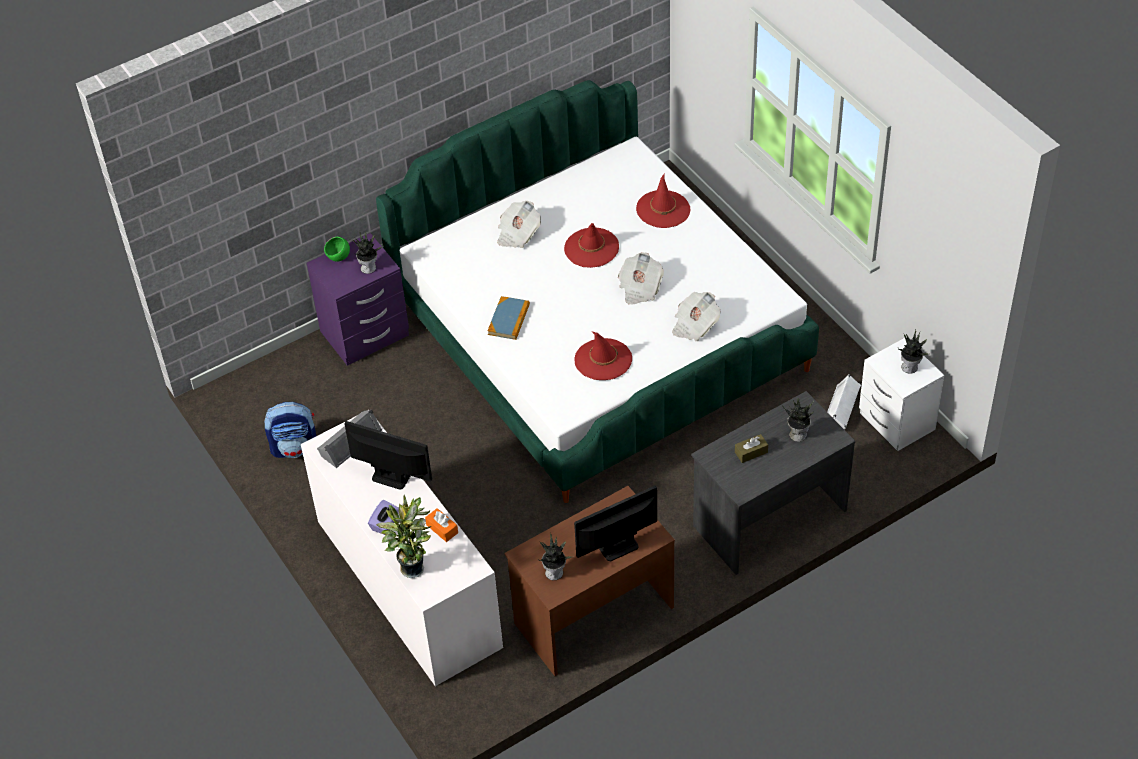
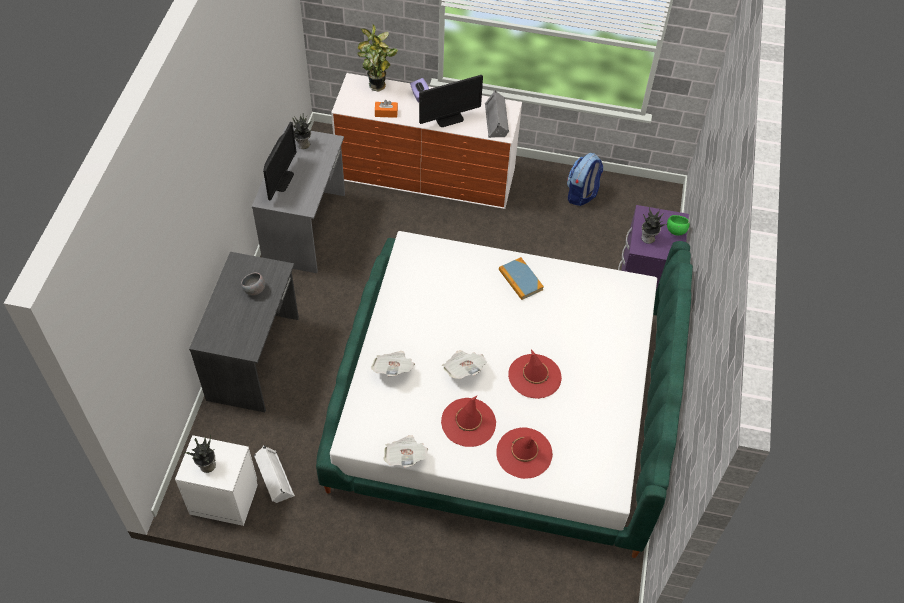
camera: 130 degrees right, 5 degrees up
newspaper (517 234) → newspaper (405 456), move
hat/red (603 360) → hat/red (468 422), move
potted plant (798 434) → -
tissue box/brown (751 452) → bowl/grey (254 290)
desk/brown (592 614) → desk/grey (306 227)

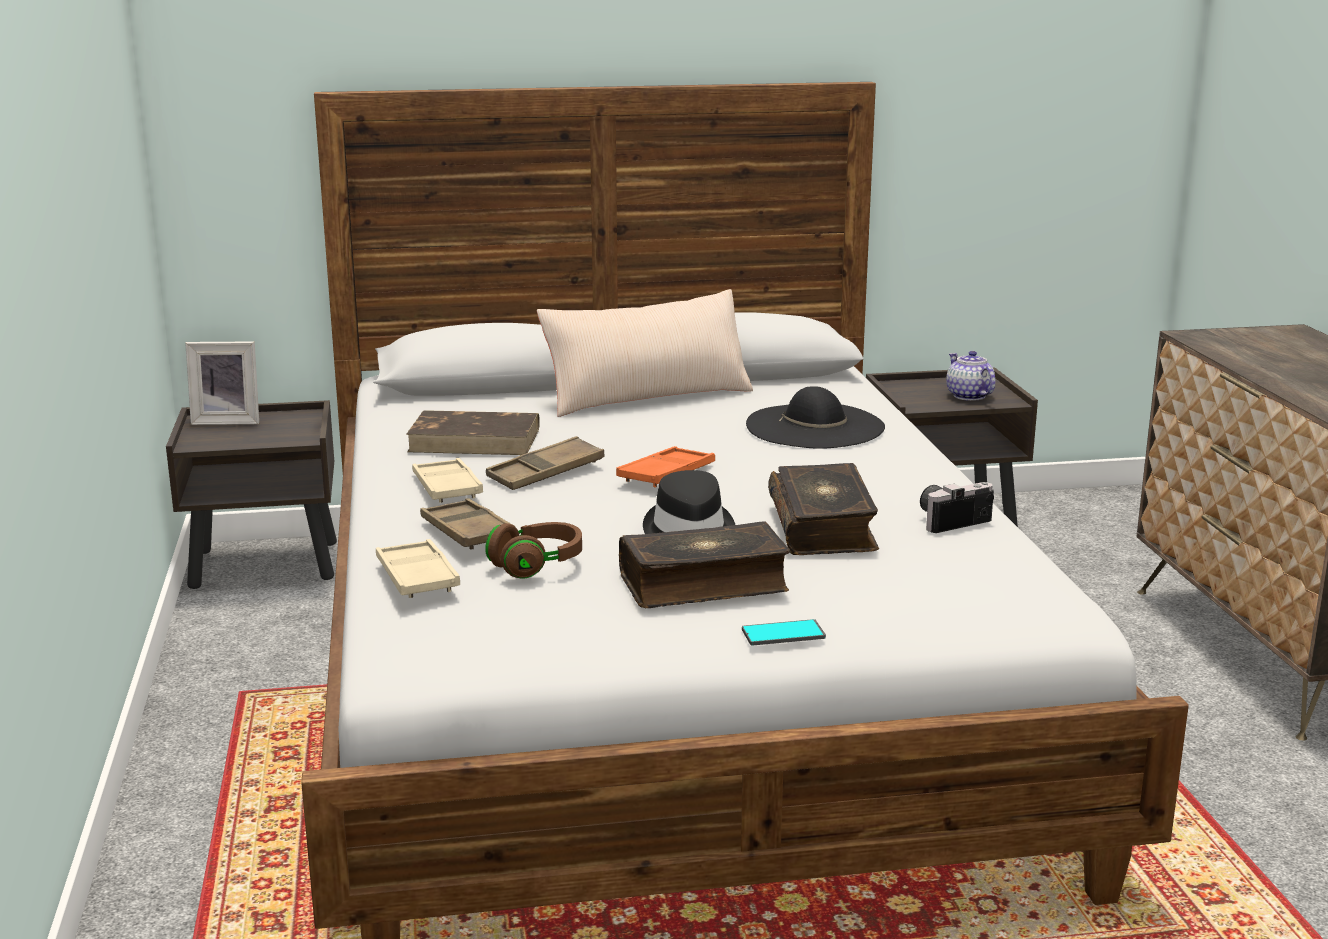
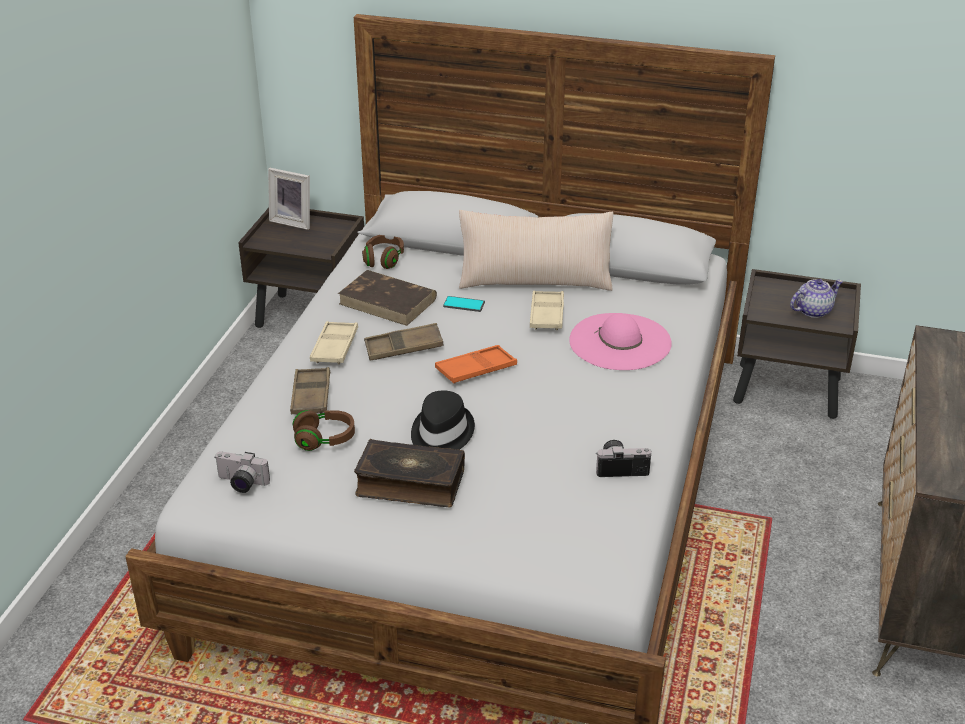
camera: 25 degrees right, 15 degrees up
teapot (968 396) → teapot (813 310), 60 degrees clockwise
hat/black (815 426) → hat/pink (620 342)
book (824 527) → -
tray/beige (417 577) → tray/beige (546 314), move
phone (783 634) → phone (464 304), move
- → headphones/brown (384 259)
- → photo camera (241 484)

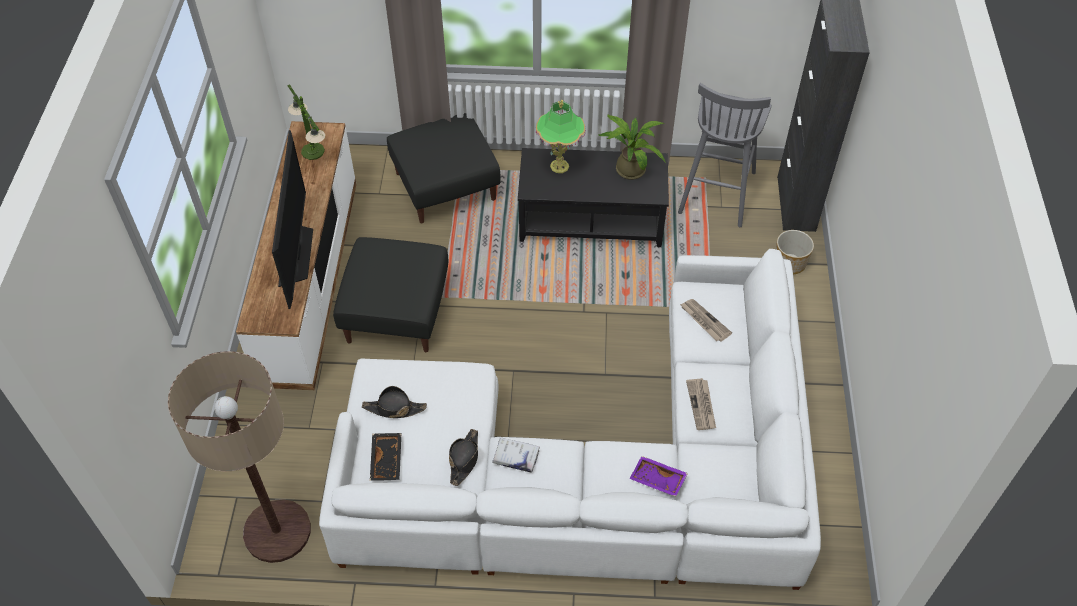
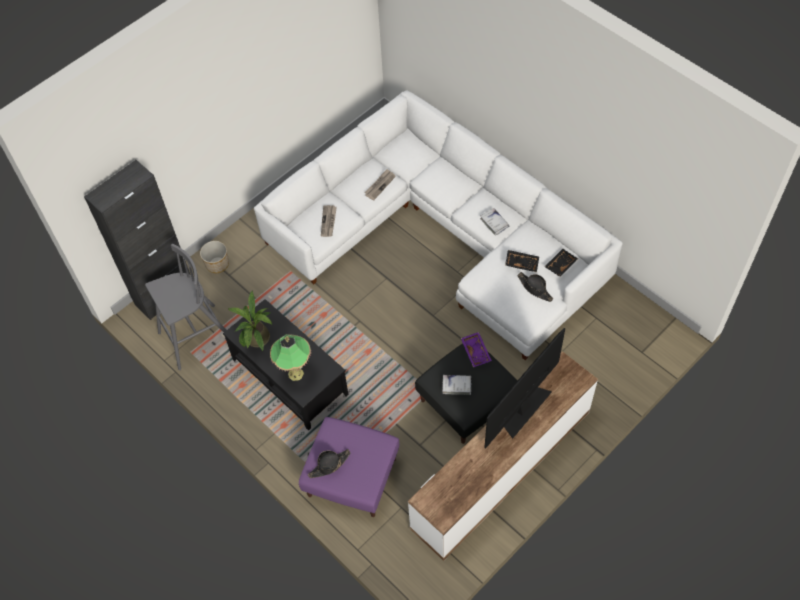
camera: 135 degrees left, 5 degrees up
table lamp (313 152) → -
ottoman/black (446 185) → ottoman/purple (351 477)
floor lamp (277 531) → -
hat/black (464 459) → hat/black (329 465), move
tray/purple (657 480) → tray/purple (476 351), move
- → tray/black (522 263)
- → book/white (457 386)

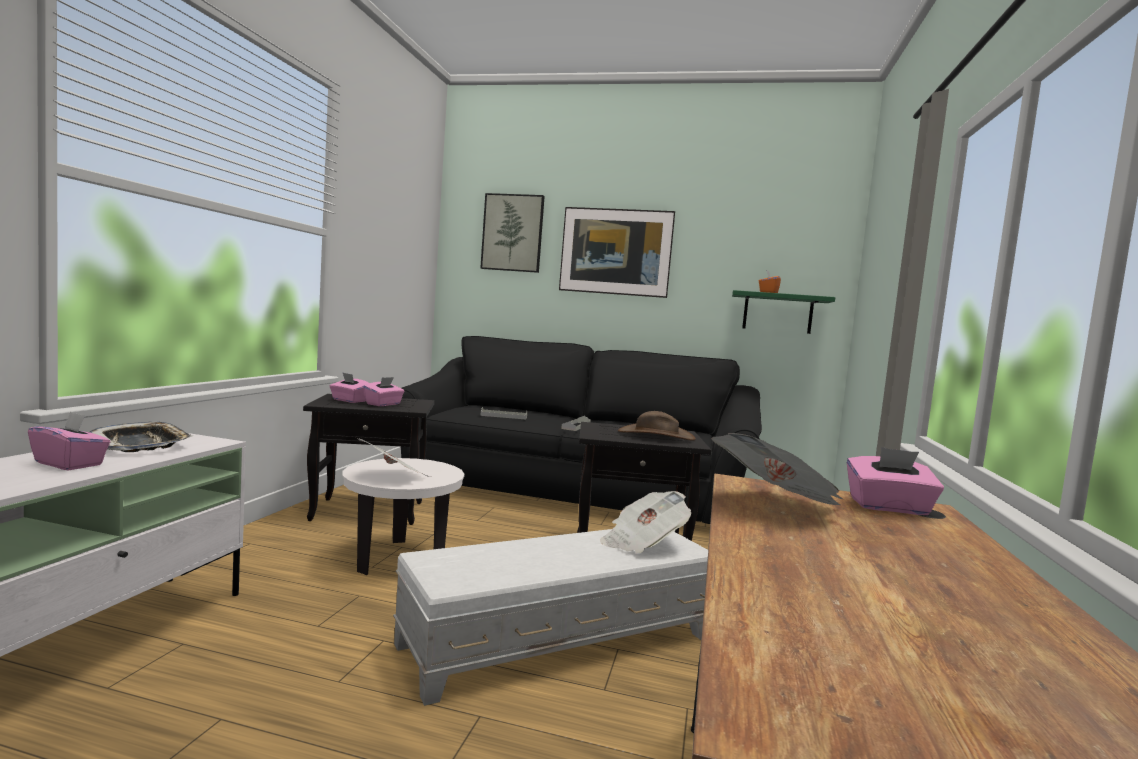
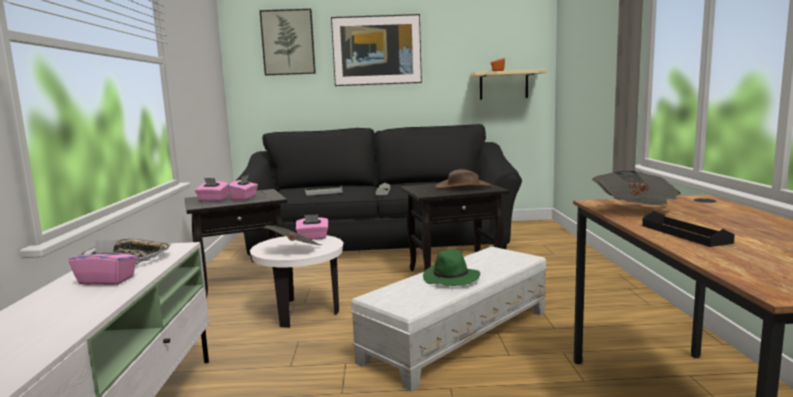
camera: 15 degrees left, 5 degrees up
shelf/green (777 313) → shelf/beige (503 85)
tissue box/pink (889 507) → tissue box/pink (313 238), move
newspaper (642 543) → -
- → tray/black (684 234)
- → hat/green (451 279)

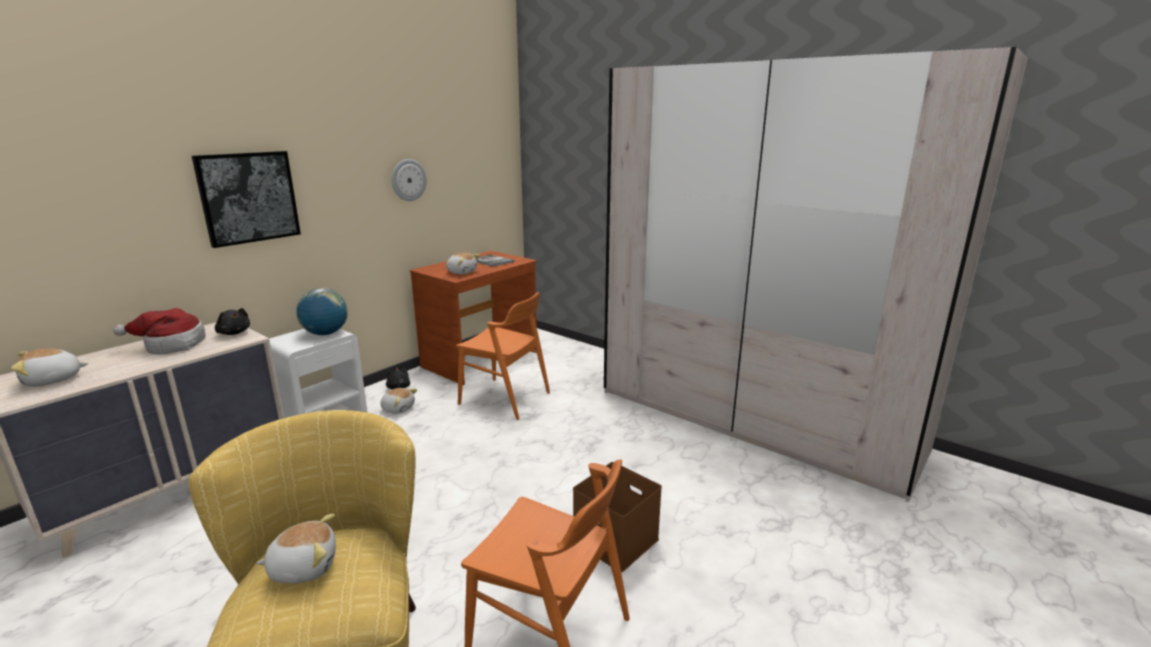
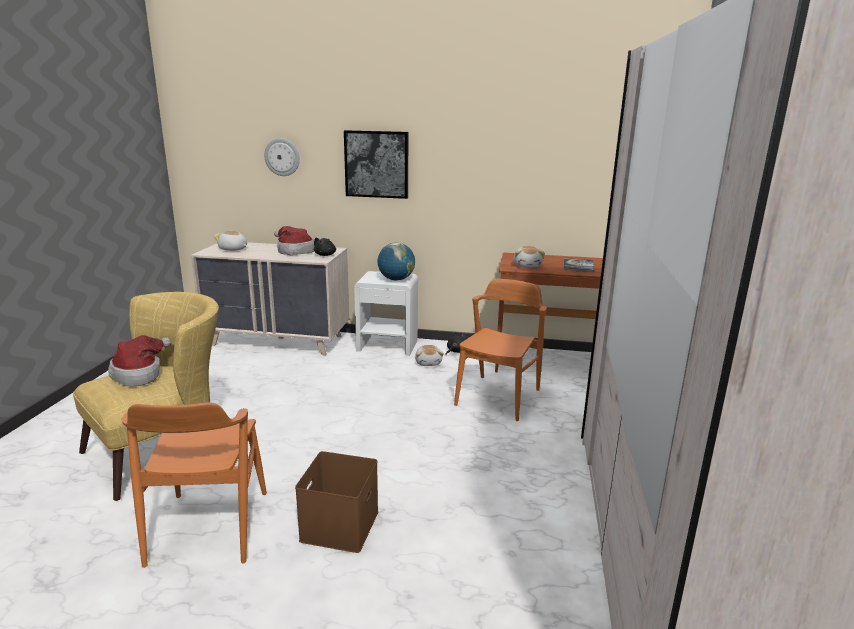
camera: 60 degrees right, 0 degrees up
wall clock (408 180) → wall clock (282 157), move
chair/orange (505 398) → chair/orange (498 397), 150 degrees counterclockwise
plush toy (304 566) → hat (140 374)

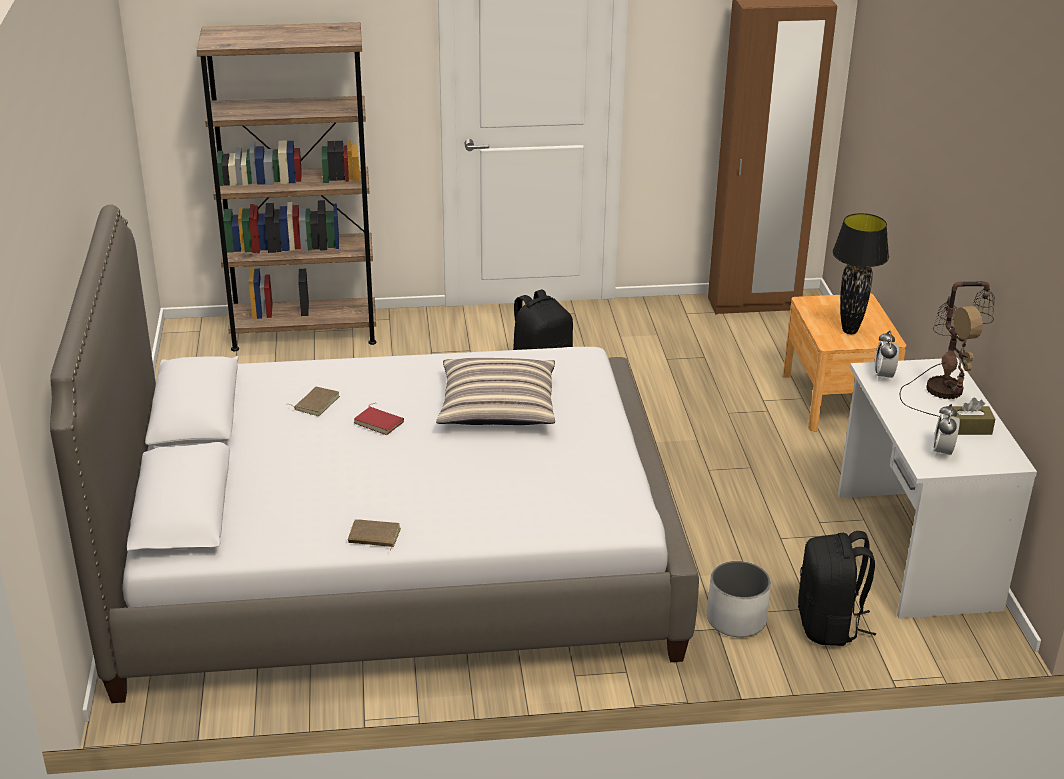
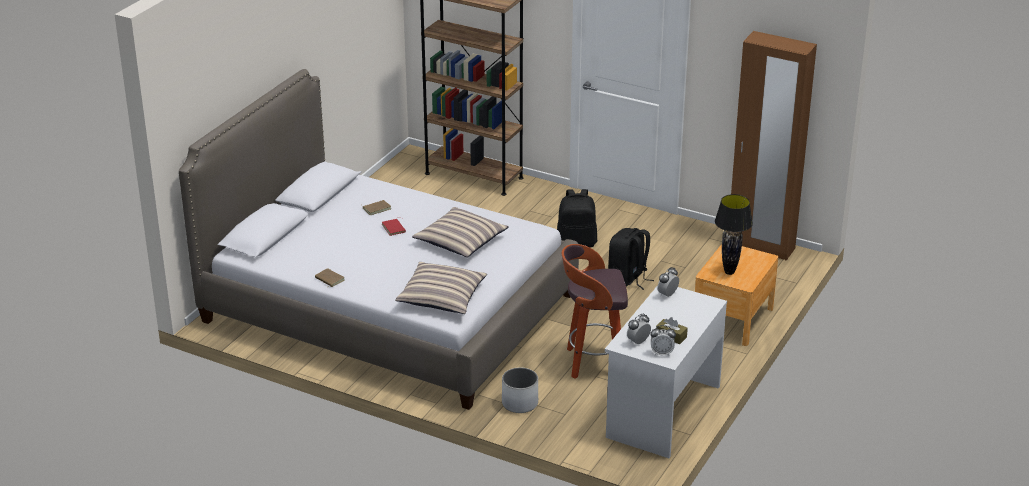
camera: 35 degrees right, 0 degrees up
table lamp (945 388) → -
backpack/black (829 625) → backpack/black (628 279), move
- → stool (593 363)
- → pillow (441 297)
- → alarm clock (662 353)

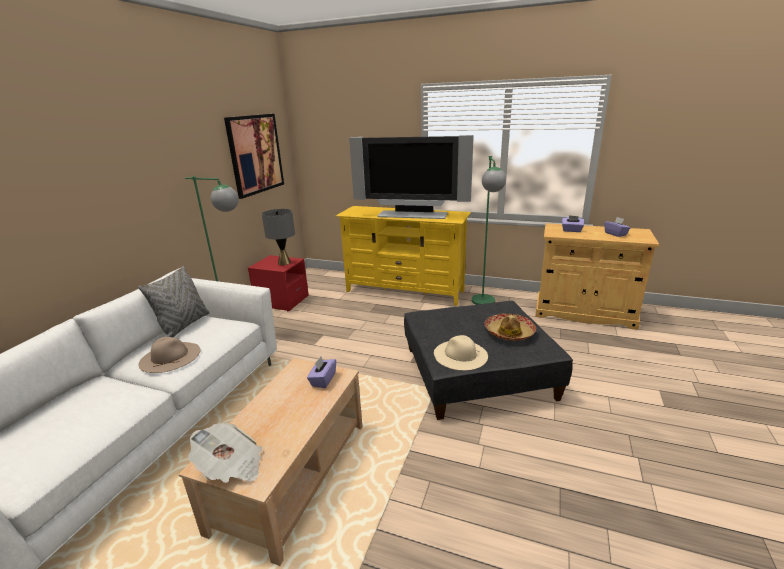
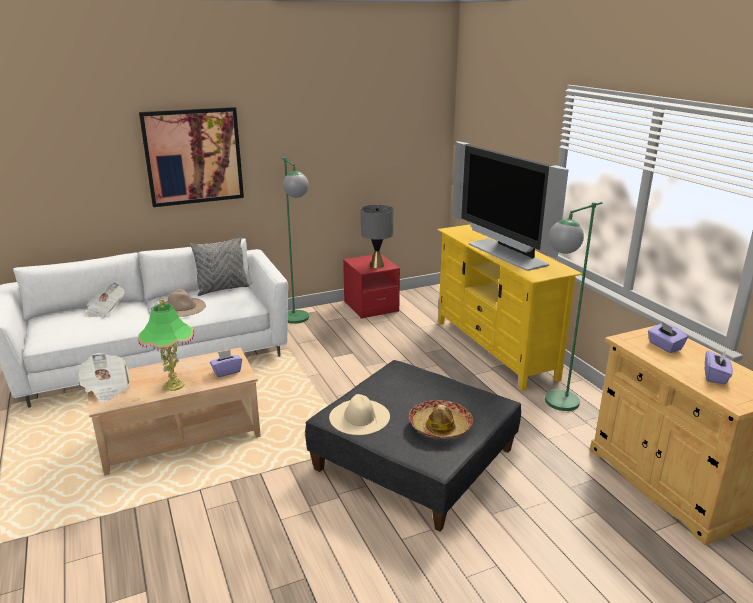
camera: 45 degrees right, 0 degrees up
picture (255 154) → picture (193 156), move
- → newspaper (105 310)
- → table lamp (174 385)

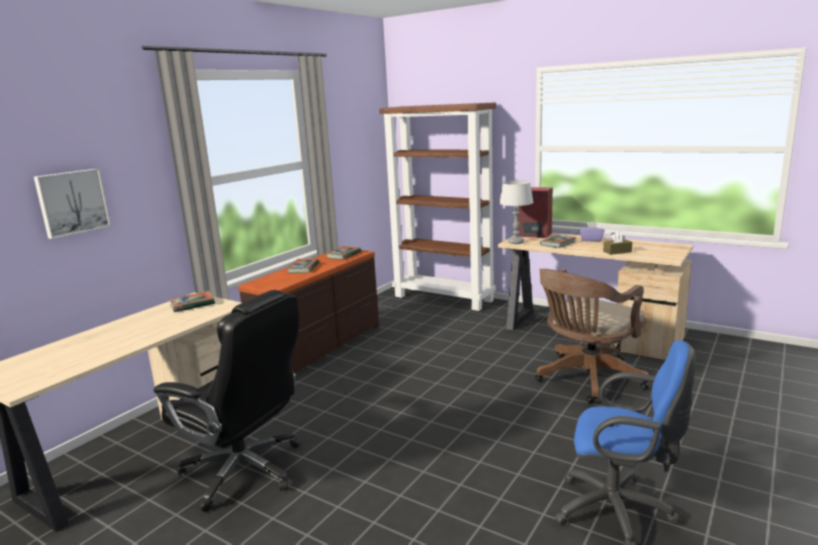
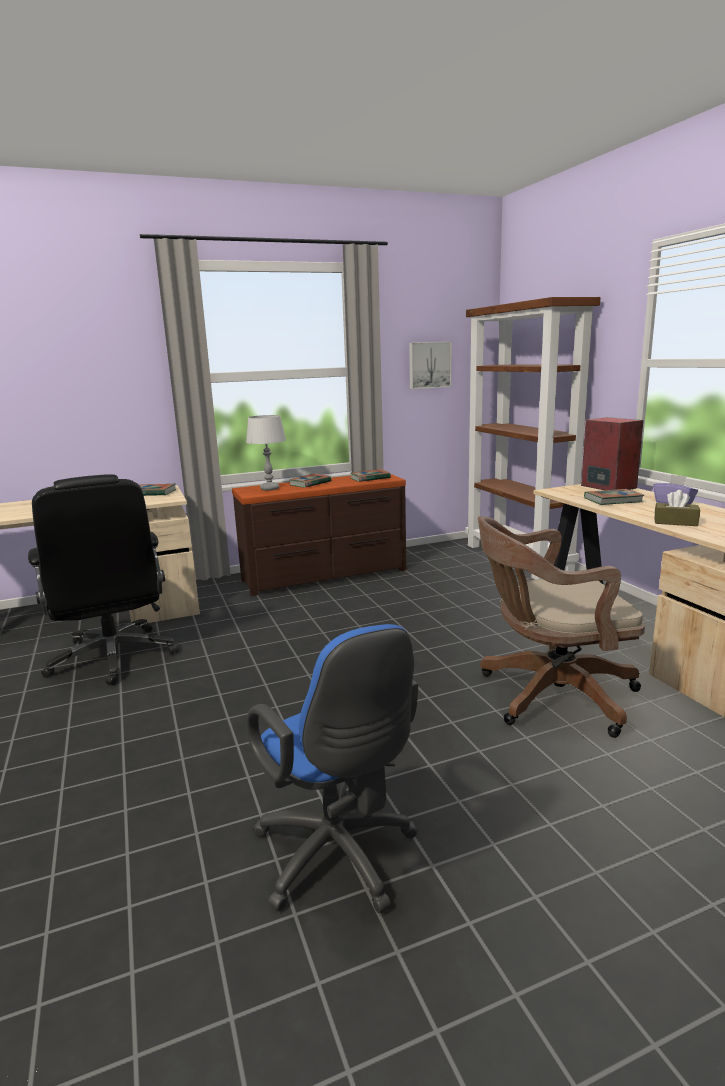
camera: 35 degrees right, 0 degrees up
picture (72 202) → picture (429 365), move
table lamp/grey (516 242) → table lamp/grey (270 488), move

